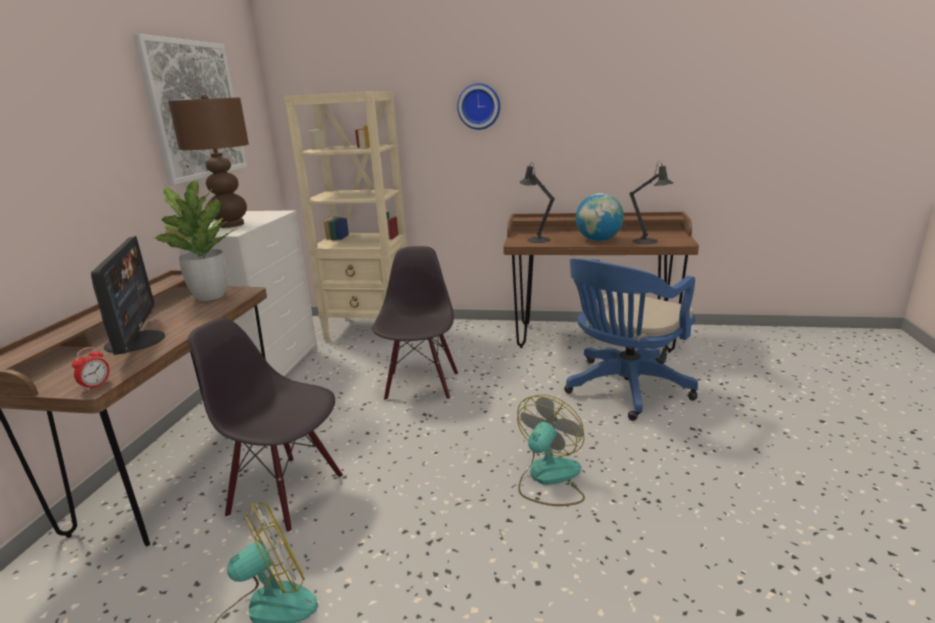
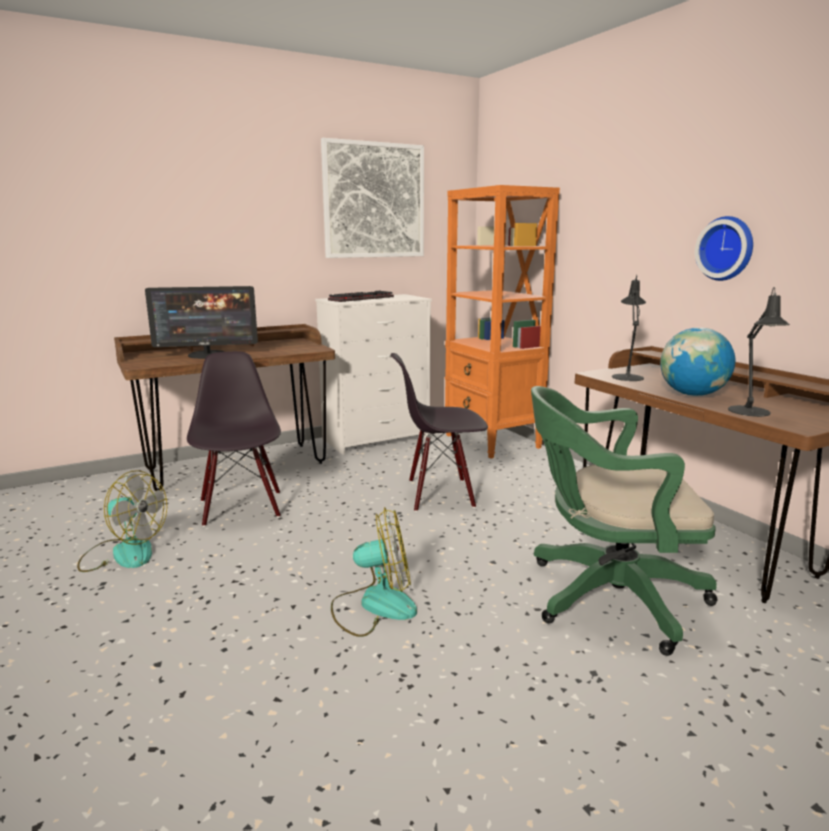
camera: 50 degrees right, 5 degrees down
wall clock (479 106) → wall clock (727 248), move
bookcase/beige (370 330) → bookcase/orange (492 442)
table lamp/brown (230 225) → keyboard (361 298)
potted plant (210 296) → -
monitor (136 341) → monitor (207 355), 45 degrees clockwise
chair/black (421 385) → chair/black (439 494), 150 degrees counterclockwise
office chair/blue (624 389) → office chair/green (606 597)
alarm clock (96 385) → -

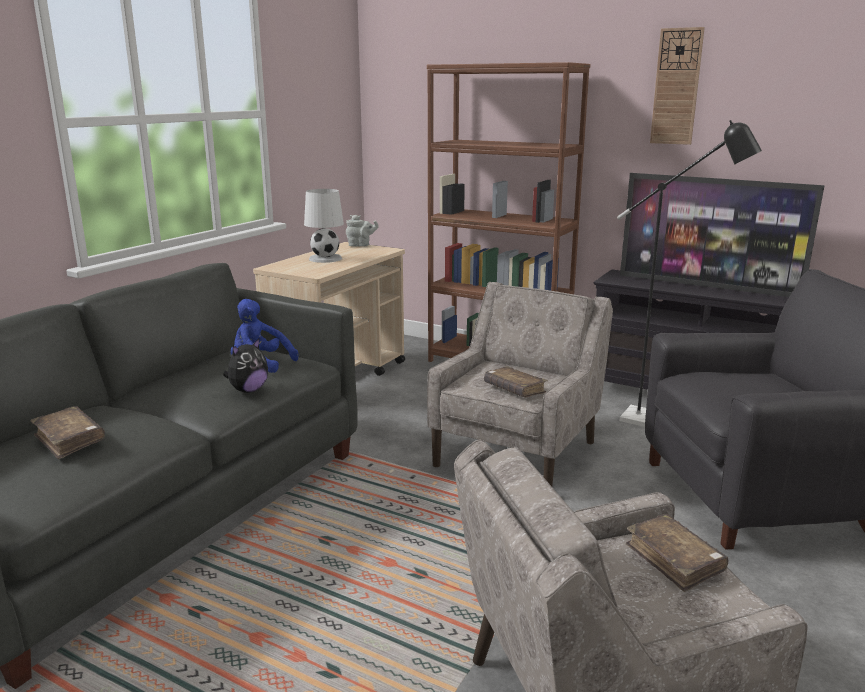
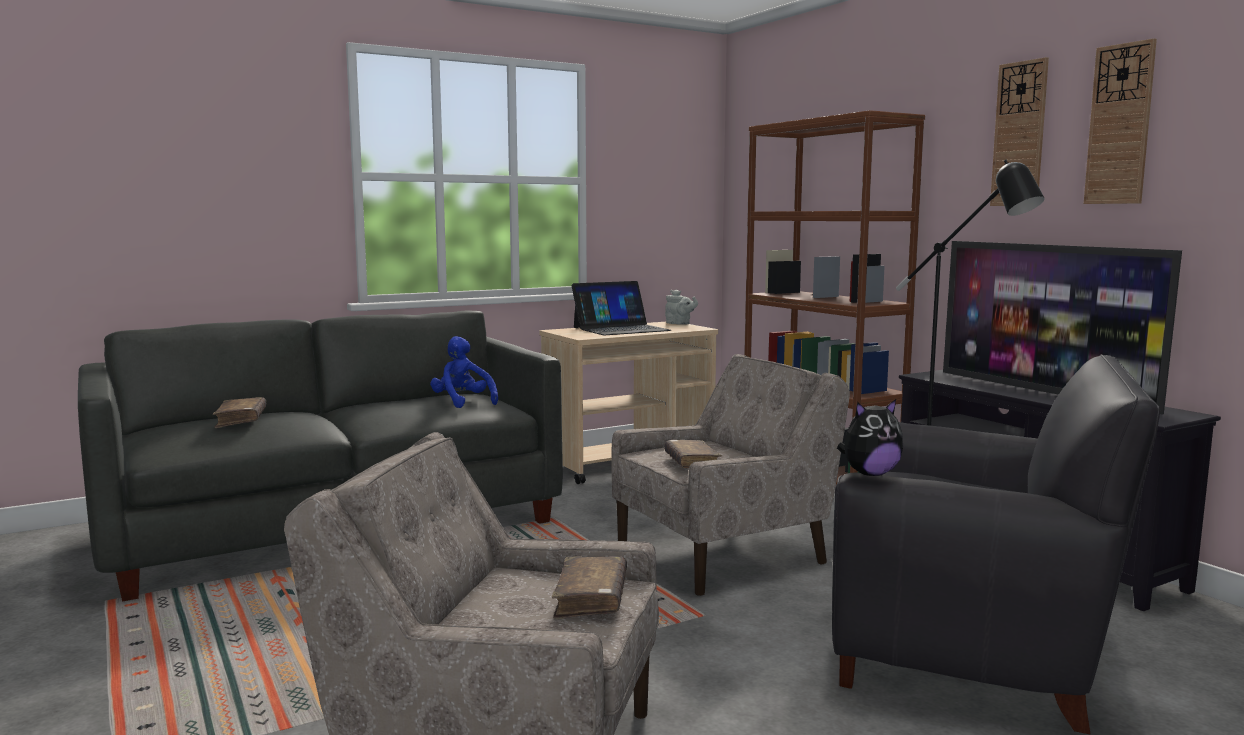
camera: 30 degrees right, 10 degrees down
table lamp/white (325 258) → laptop (621 329)
plush toy (248 390) → plush toy (870 474), move
- → wall clock (1120 124)

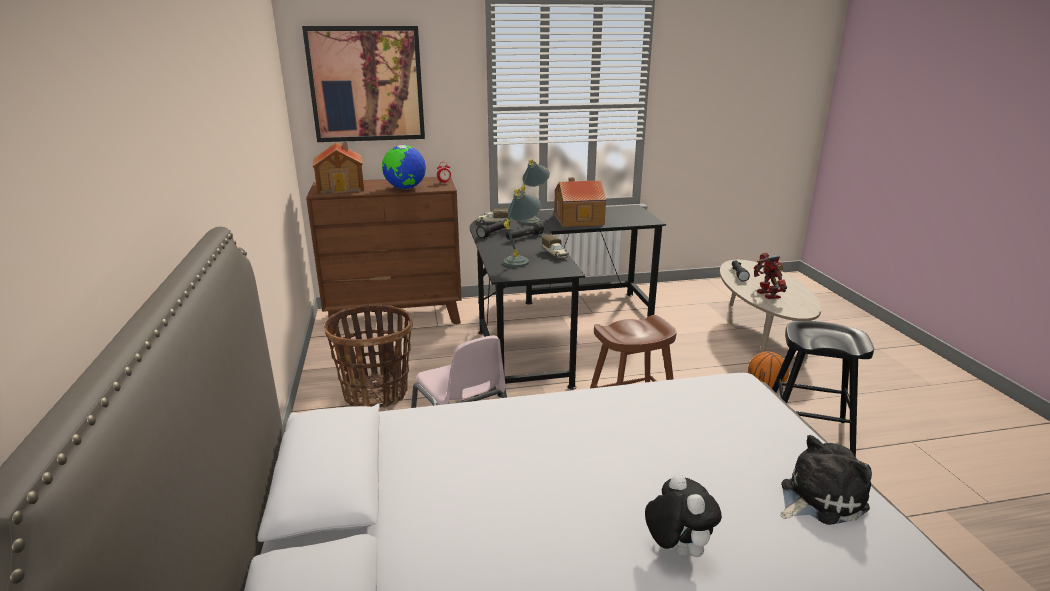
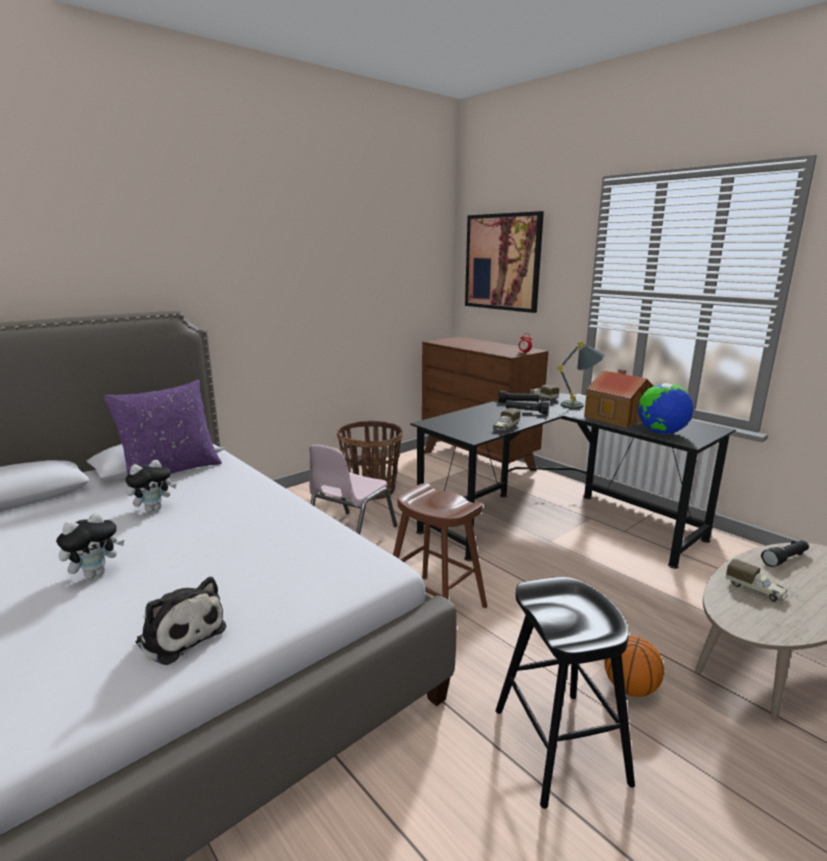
camera: 60 degrees right, 5 degrees down
toy house (342 187) → -
globe (405 188) → globe (661 433), move
table lamp/grey (521 260) → -
toy robot (766 295) → toy truck (755 590)
- → pillow/purple (171 471)
- → plush toy (153 509)

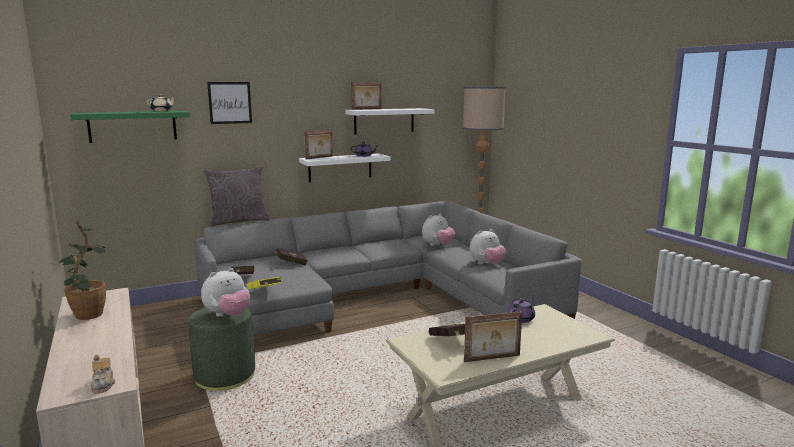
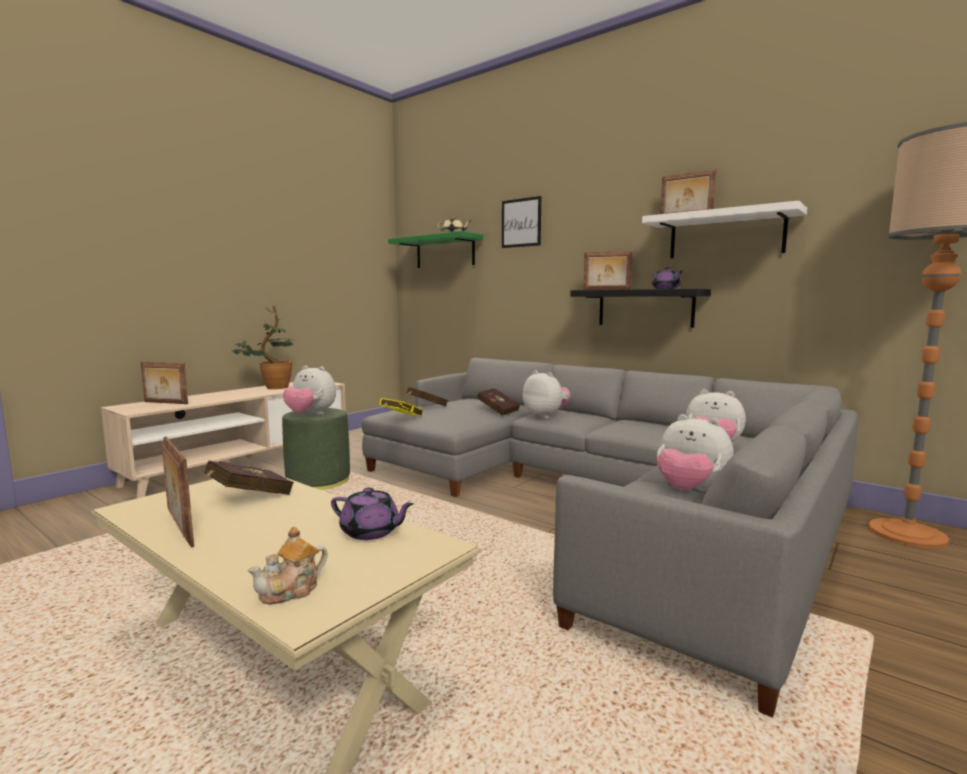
camera: 65 degrees right, 5 degrees down
shelf/white (340 167) → shelf/black (645 308)
pillow/grey (238 221) → -
teapot (103 385) → teapot (291 591), move
- → picture frame (165 403)
- → plush toy (546 416)

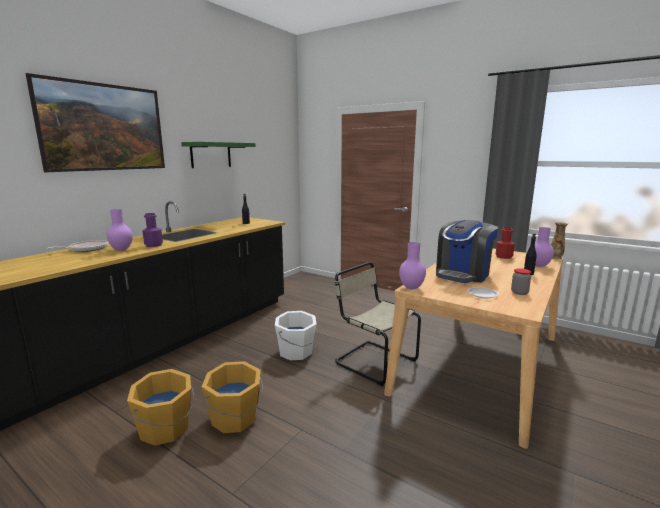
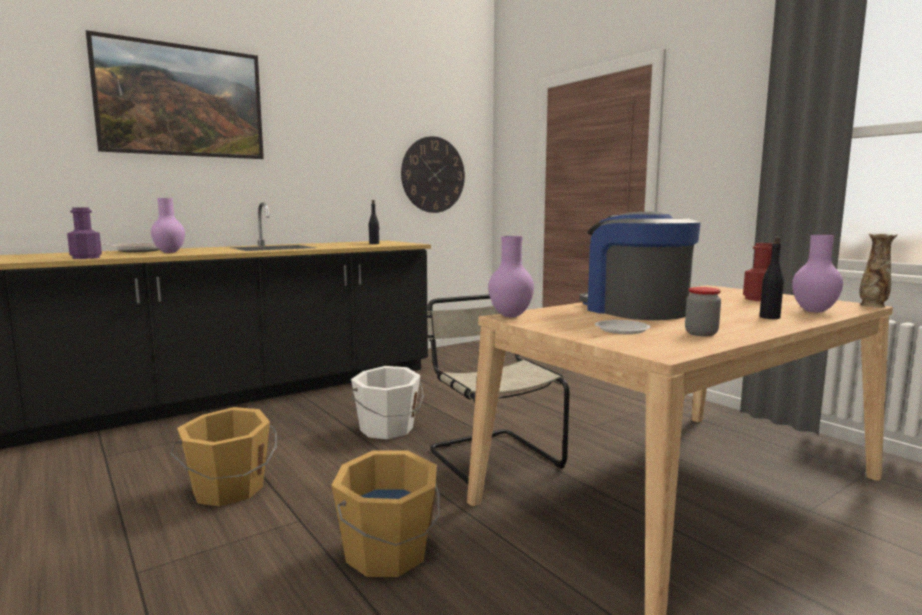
camera: 20 degrees right, 5 degrees down
shelf/green (211 155) → -
bottle/purple (153 245) → bottle/purple (86 258), move
coffee machine (463 274) → coffee machine (634 310), 90 degrees clockwise
bucket/orange (166 429) → bucket/orange (388 553), move
- → wall clock (433 175)

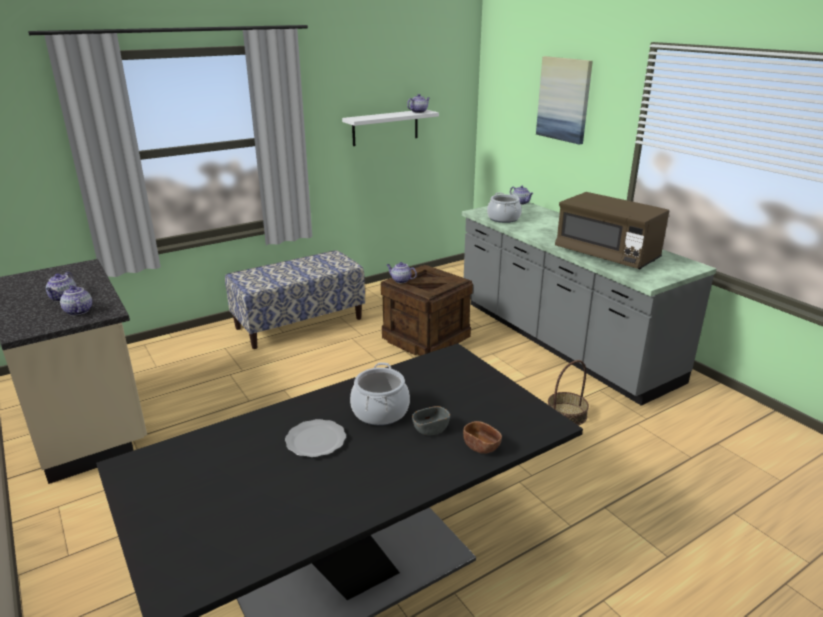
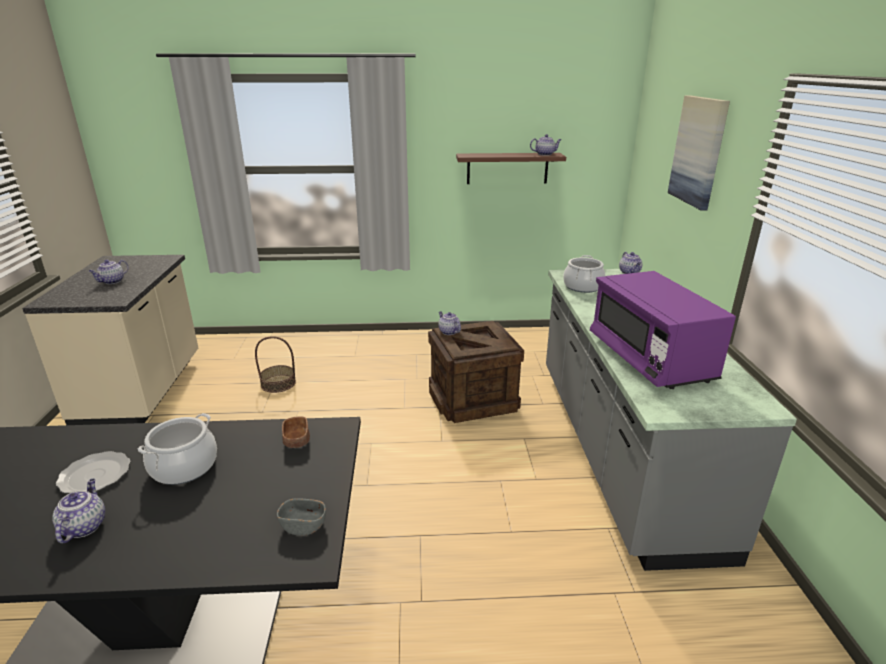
camera: 30 degrees right, 0 degrees up
shelf/white (385 127) → shelf/brown (507 168)
microwave/brown (606 255) → microwave/purple (649 359)
bench (299 323) → -
teapot (78 311) → teapot (84 526), move
basket (566 414) → basket (278 383), move
bowl/grey (430 429) → bowl/grey (303 526), move
bowl/brown (481 446) → bowl/brown (296 441), move

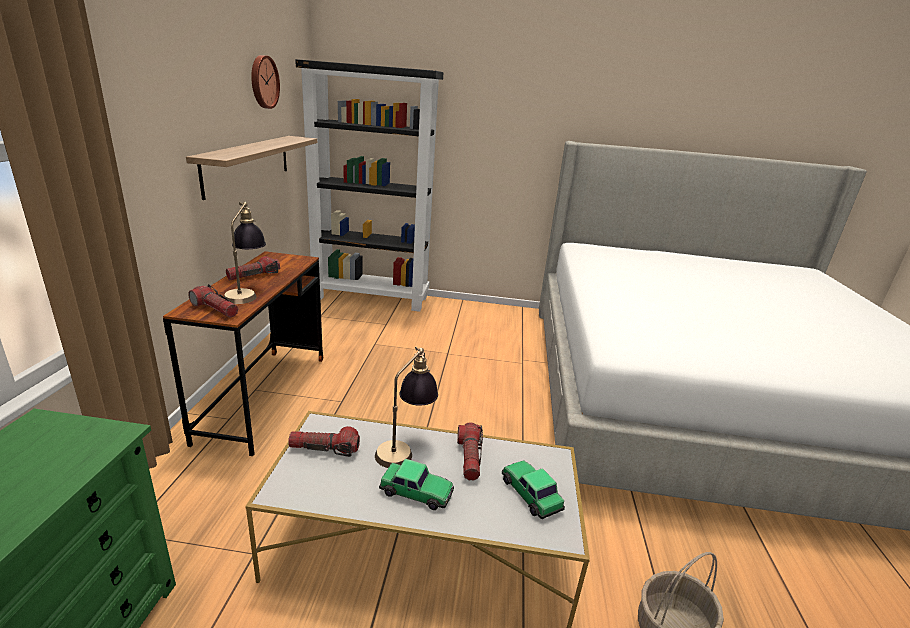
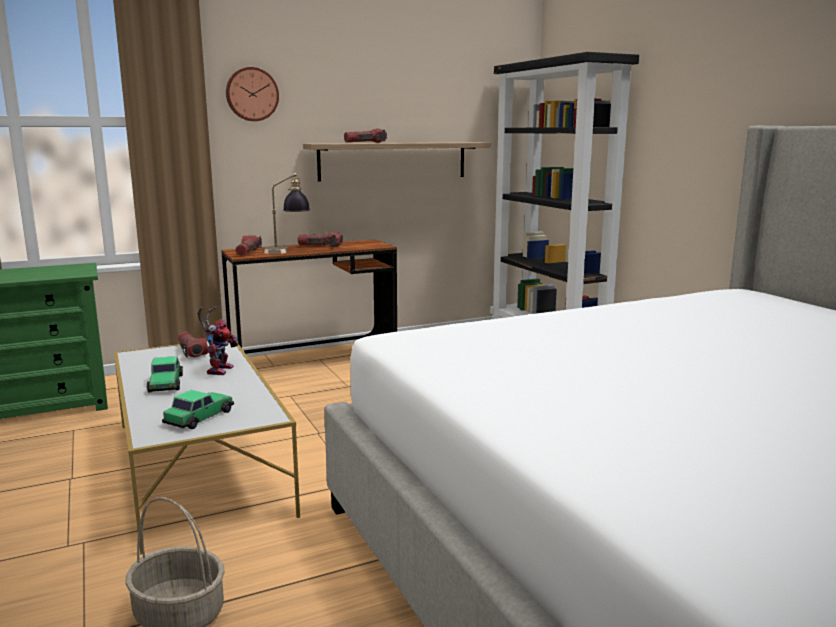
camera: 60 degrees right, 10 degrees down
wall clock (263 82) → wall clock (252 94), move
table lamp (405 447) → toy robot (219 369)
flashlight (469 457) → flashlight (365 143), move

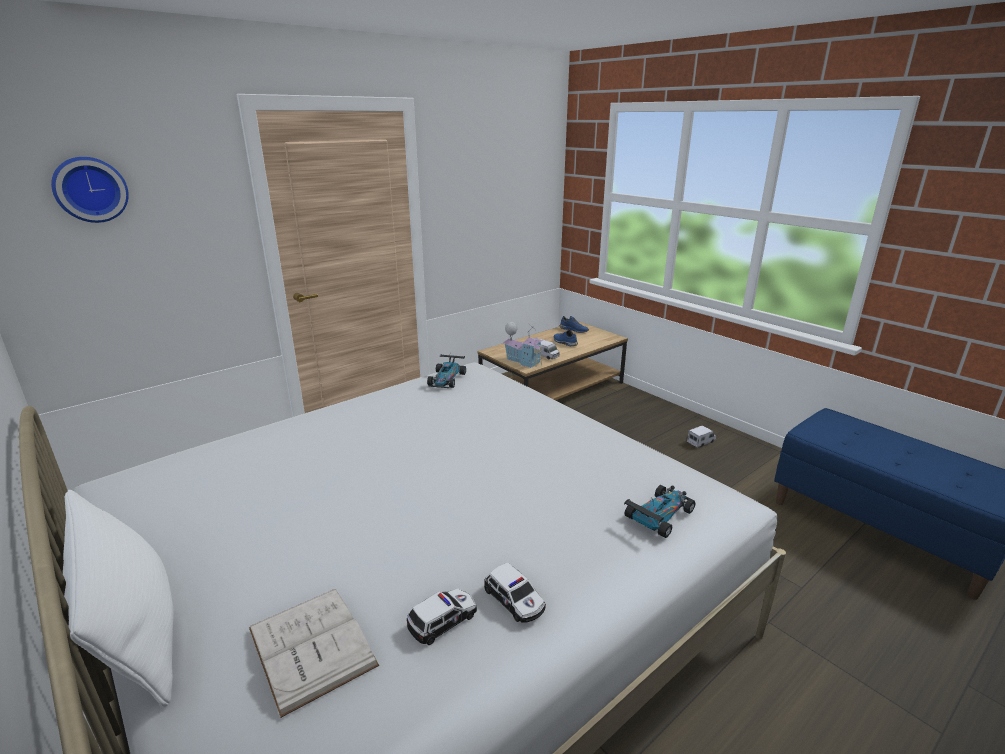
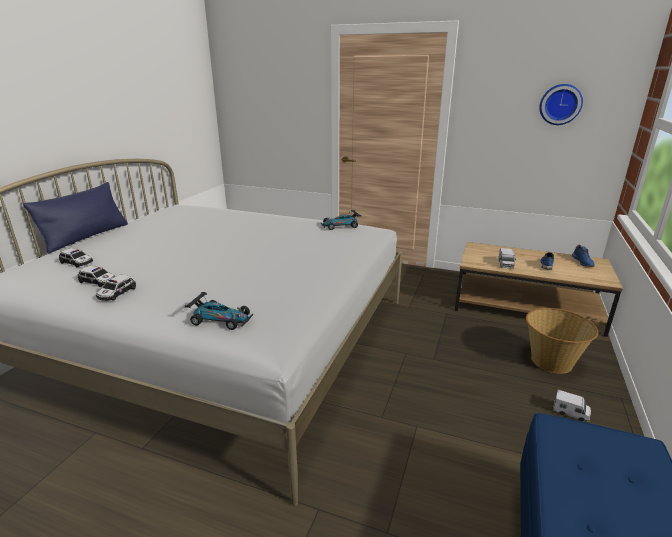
camera: 60 degrees right, 0 degrees up
wall clock (90 189) → wall clock (560 104), move
toy house (523 361) → -
pillow/white (134 629) → pillow/blue (87 237)
book/white (311 646) → toy car (77 262)
- → basket (551 362)

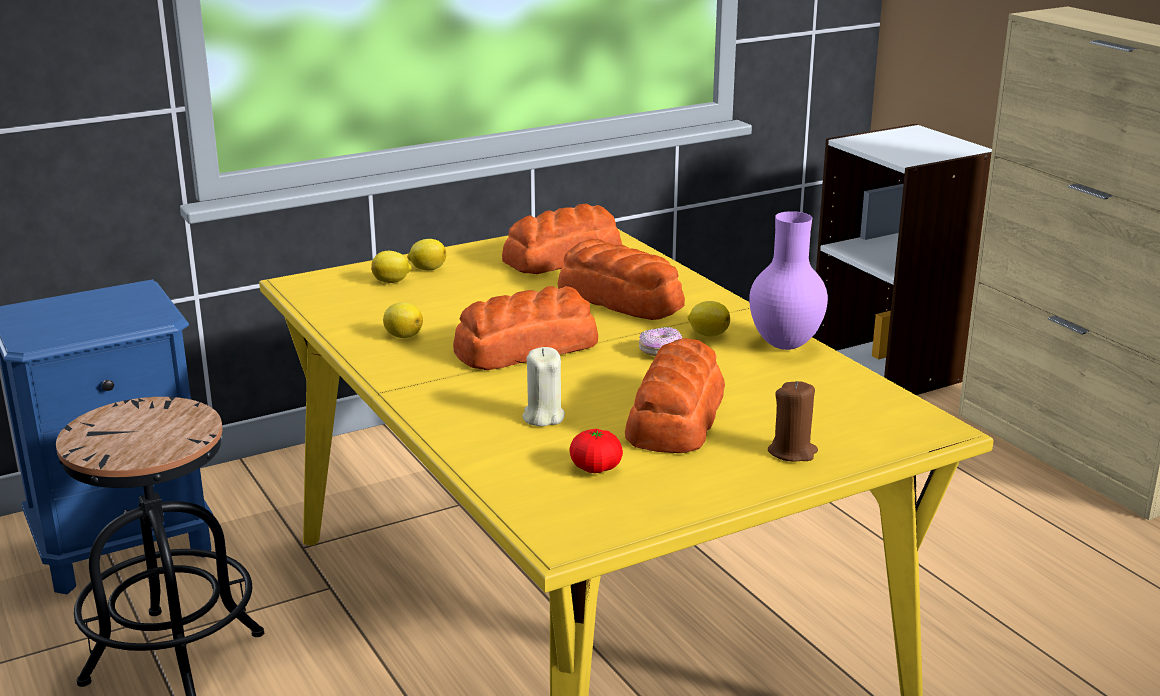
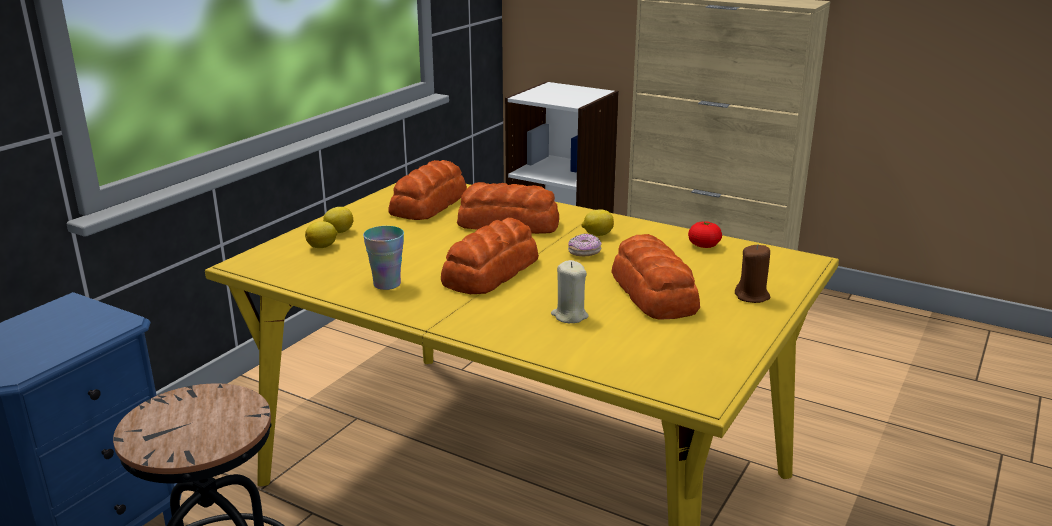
camera: 30 degrees left, 0 degrees up
vase/purple (784 344) → -
lemon (402 336) → cup (387 284)
tomato (596 468) → tomato (704 245), move

